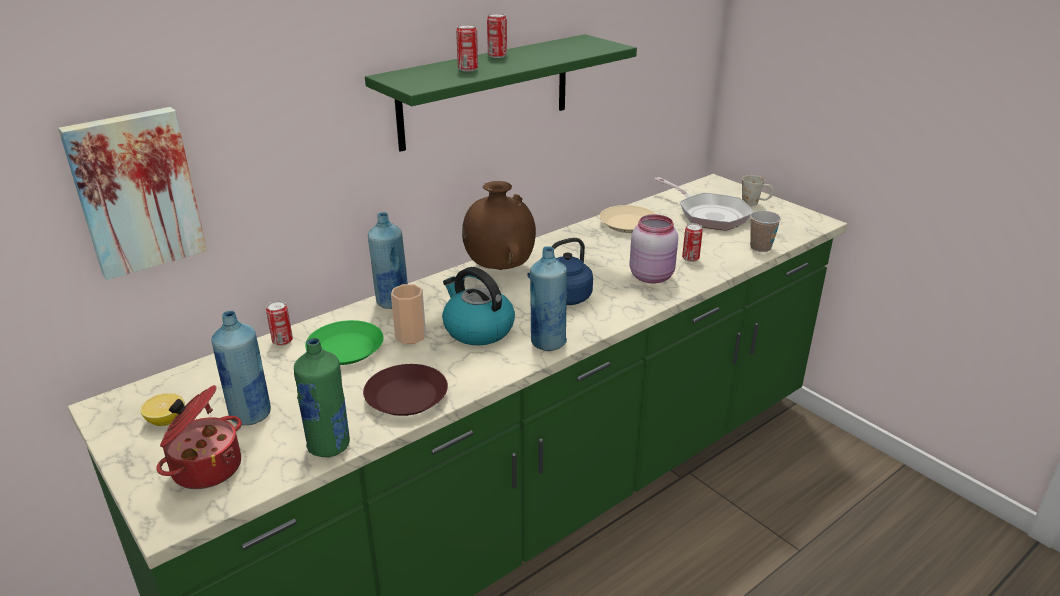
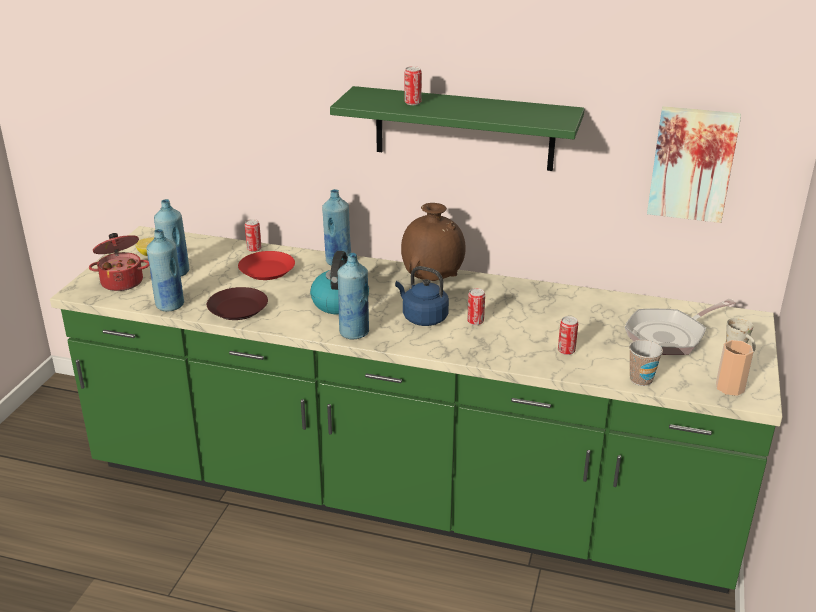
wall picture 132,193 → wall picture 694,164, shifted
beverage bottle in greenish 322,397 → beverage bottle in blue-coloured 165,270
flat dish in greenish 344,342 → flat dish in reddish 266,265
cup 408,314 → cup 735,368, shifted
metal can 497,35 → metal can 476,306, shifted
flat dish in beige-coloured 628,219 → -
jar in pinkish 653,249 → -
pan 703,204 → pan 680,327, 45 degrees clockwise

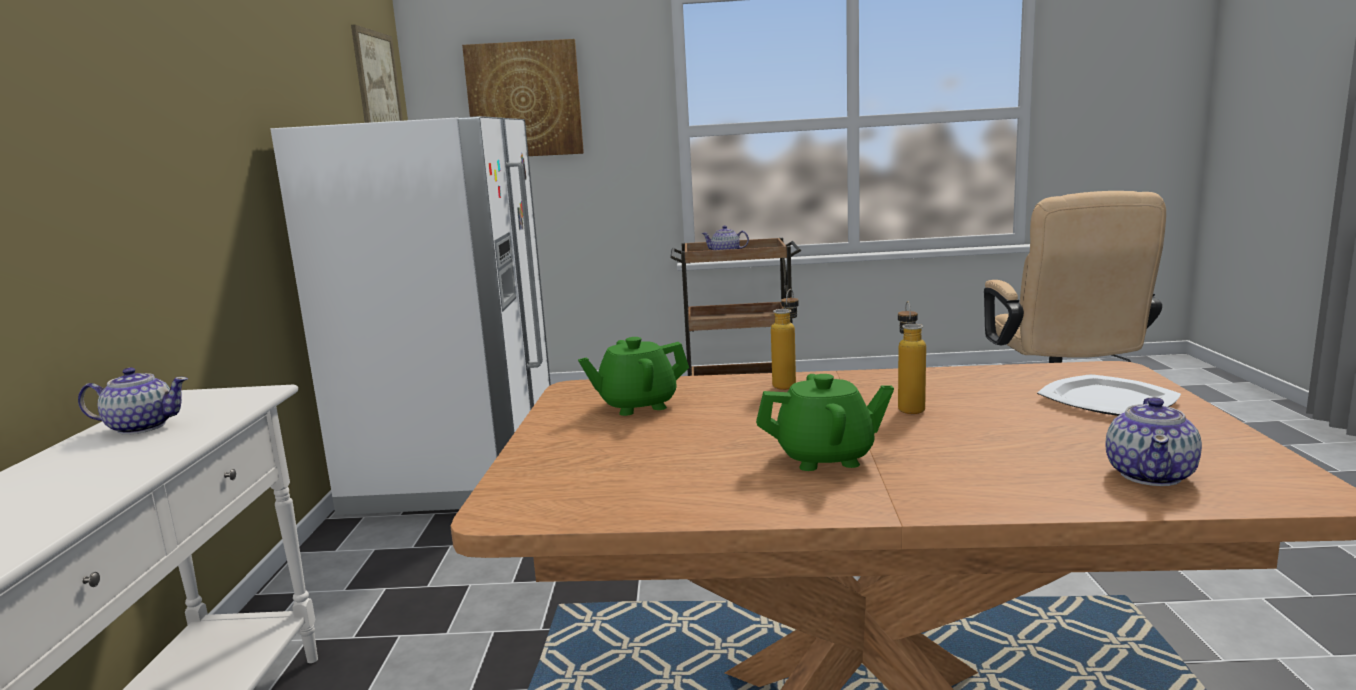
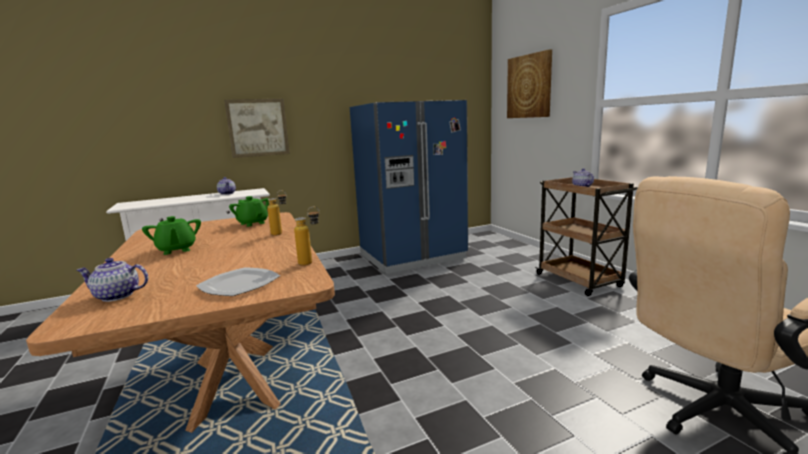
fridge in white 411,315 → fridge in blue-coloured 409,187
wall picture 377,74 → wall picture 257,128, shifted
beverage bottle 912,357 → beverage bottle 307,236, shifted

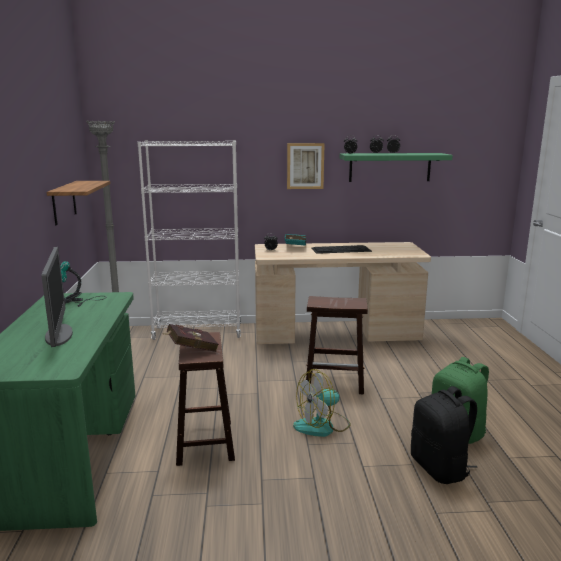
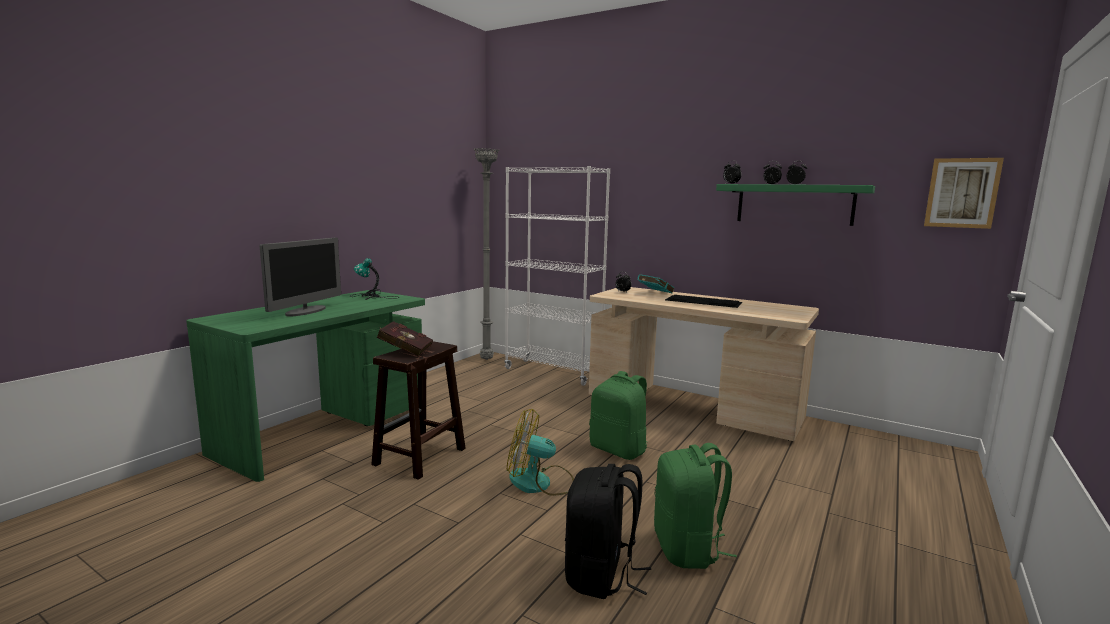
bracket shelf 79,203 → -
wall picture 306,166 → wall picture 964,193, shifted
stool seat in brownish 337,345 → backpack in greenish 618,415

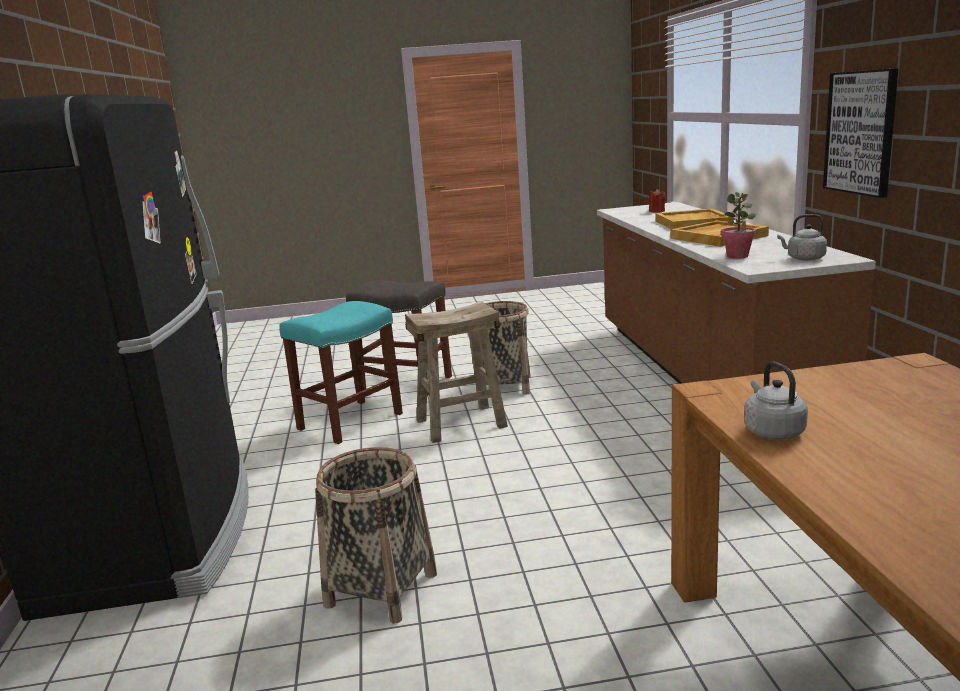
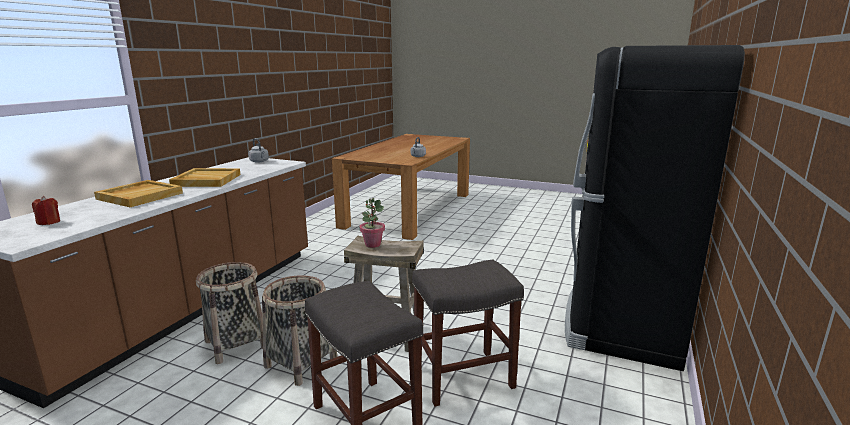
stool seat in blue-green 341,372 → stool seat in grey 468,333
basket 376,535 → basket 229,313, shifted
potted plant 738,225 → potted plant 372,223, shifted
wall picture 860,133 → -

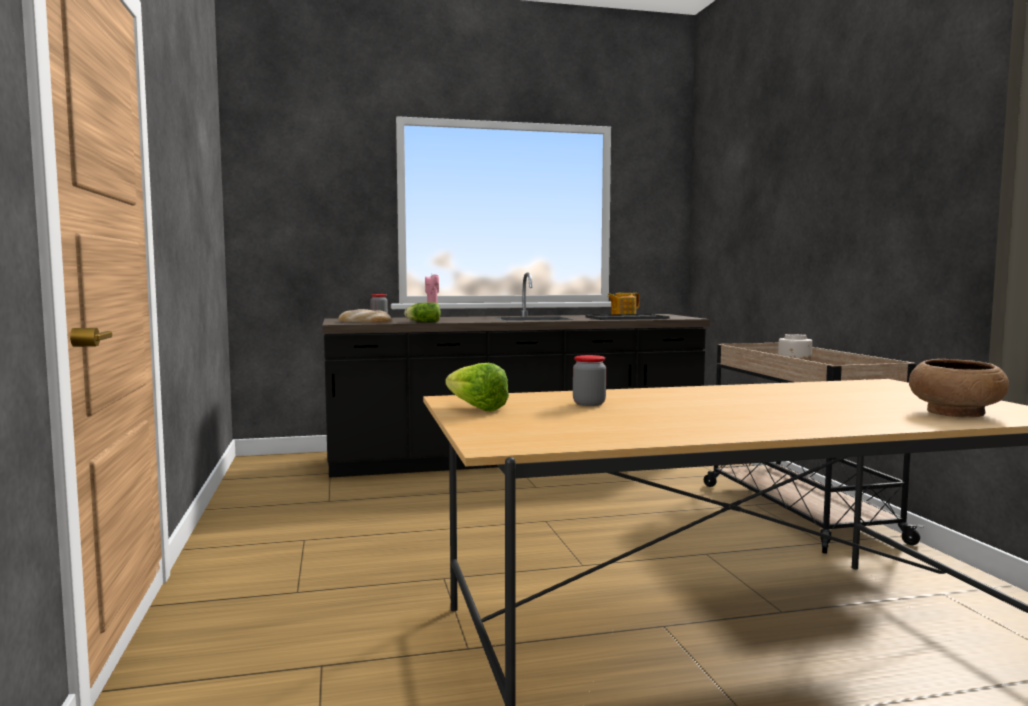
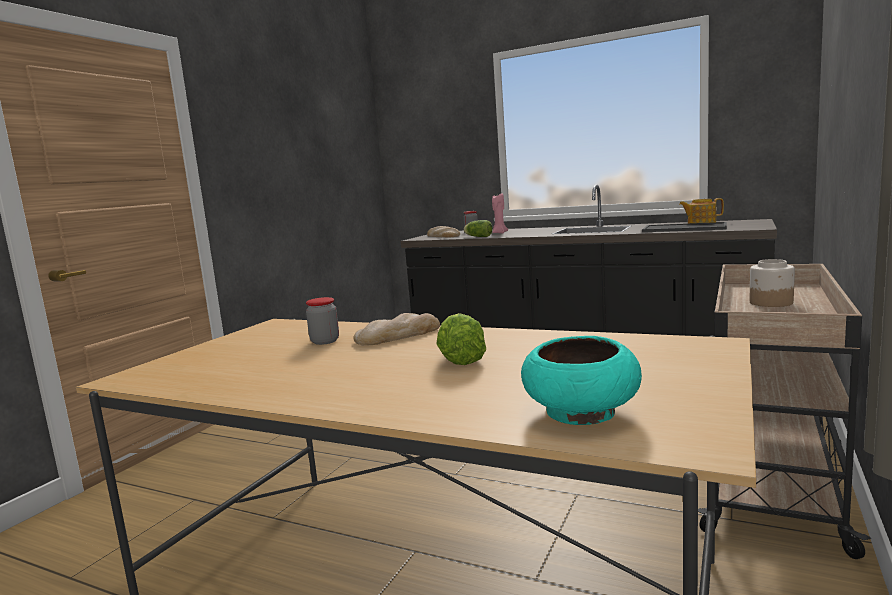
lettuce 477,387 → lettuce 461,339, shifted
deep dish in brownish 959,388 → deep dish in blue-green 581,380
- → bread 396,329

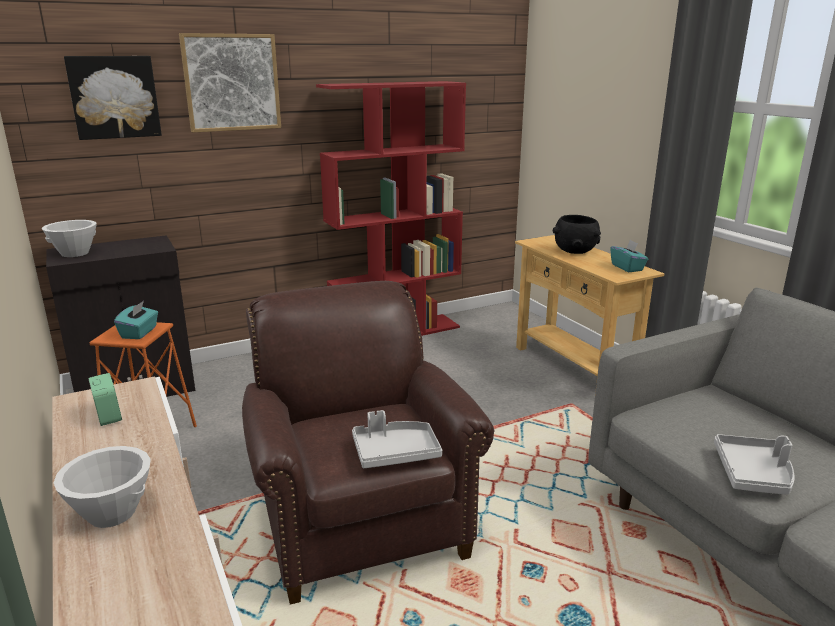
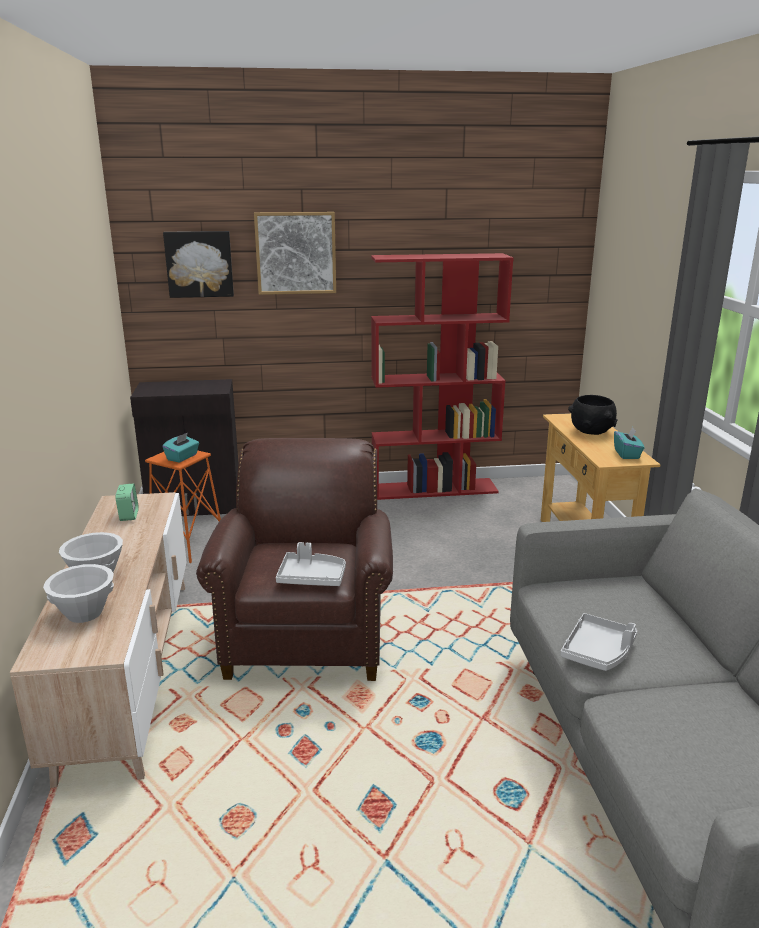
deep dish in white 69,238 → deep dish in white 78,593, shifted

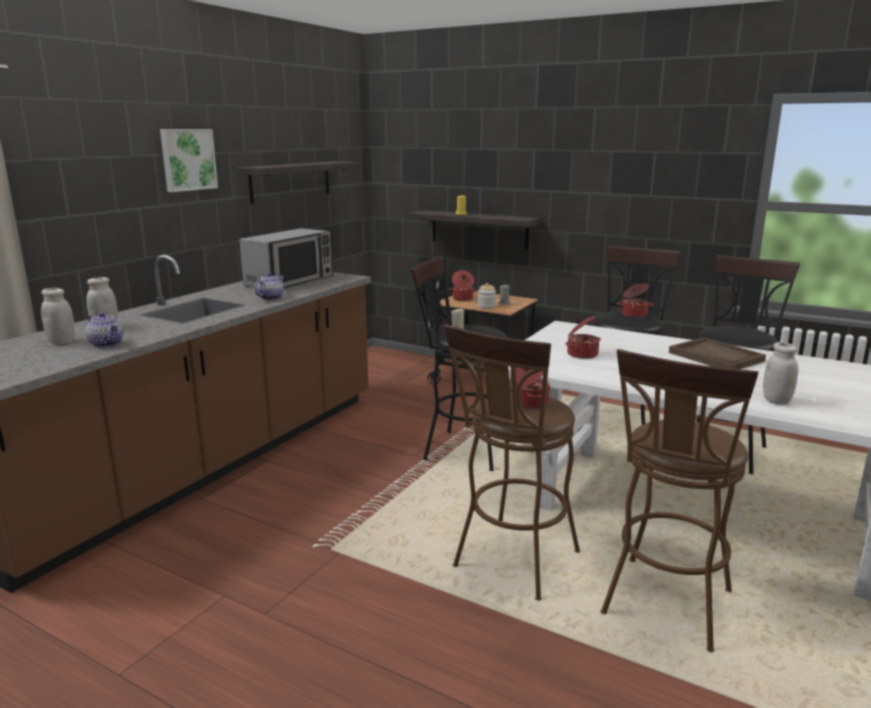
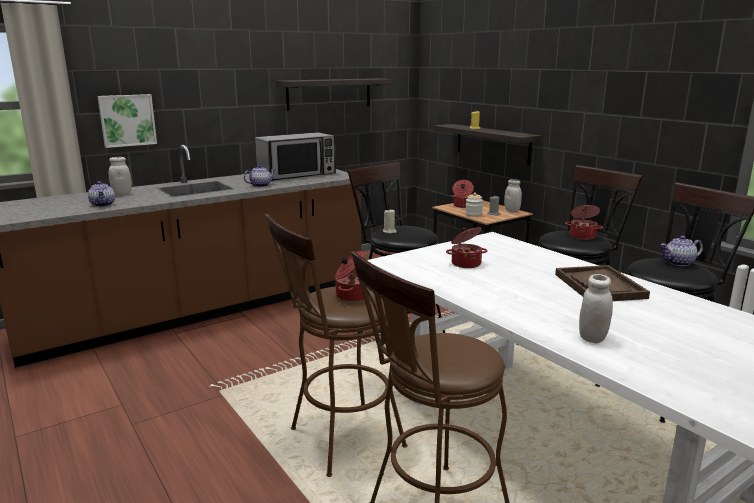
jar in white 58,316 → jar in white 513,195, shifted
wall picture 189,160 → wall picture 127,121, shifted
- → teapot 681,251

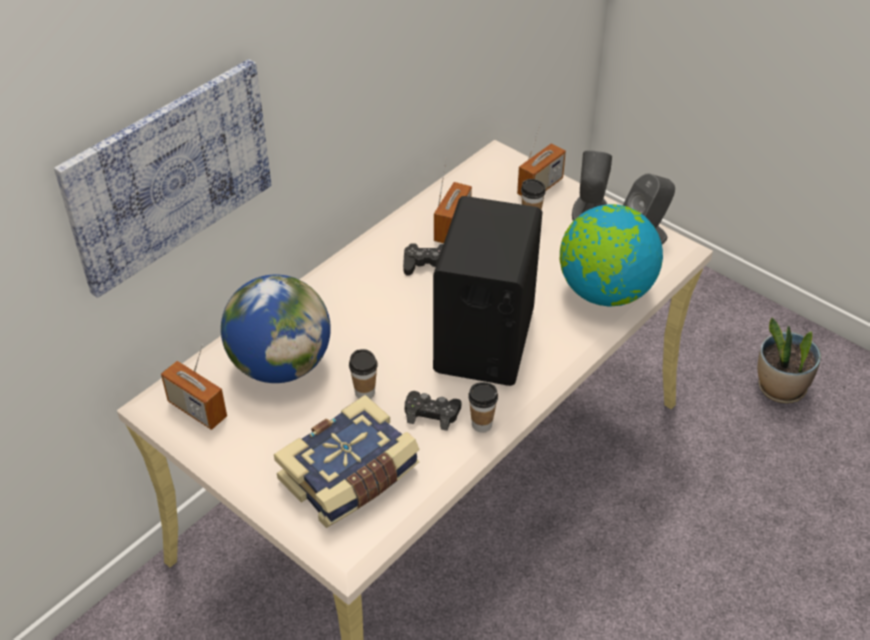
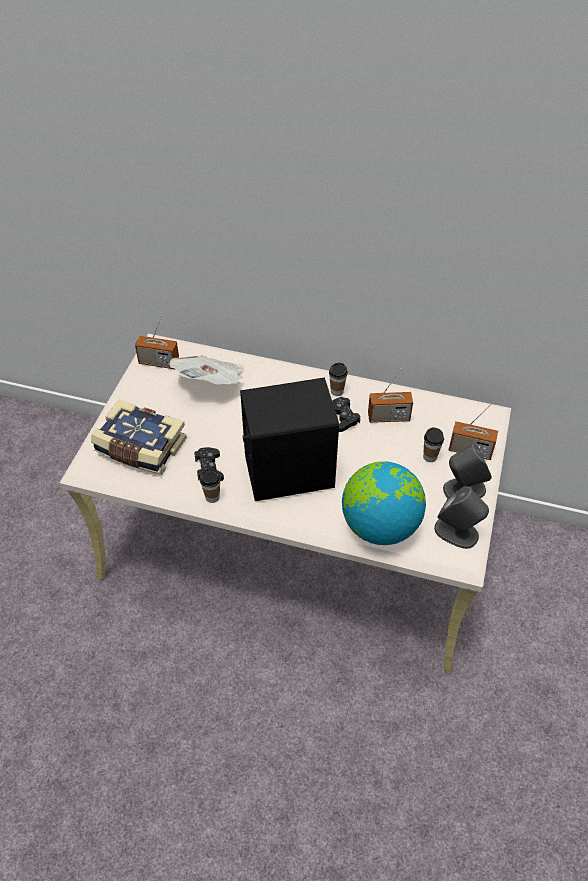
wall picture 162,178 → -
radio set 194,387 → radio set 157,342, 90 degrees counterclockwise
globe 276,328 → newspaper 206,370
cup 363,374 → cup 338,379, shifted
potted plant 789,360 → -

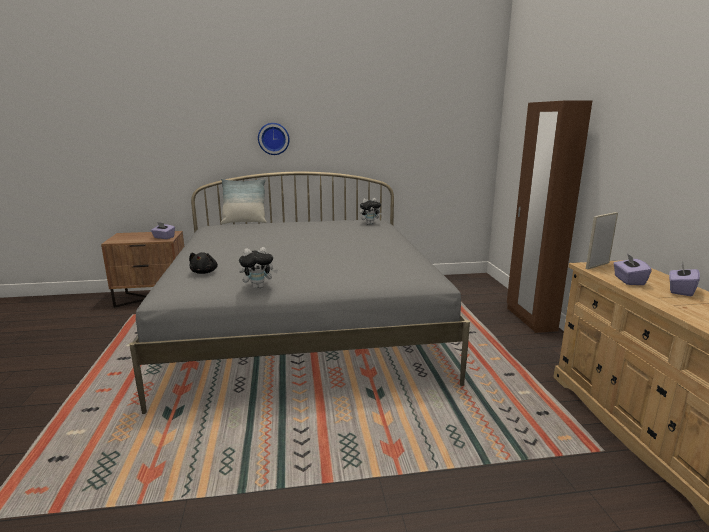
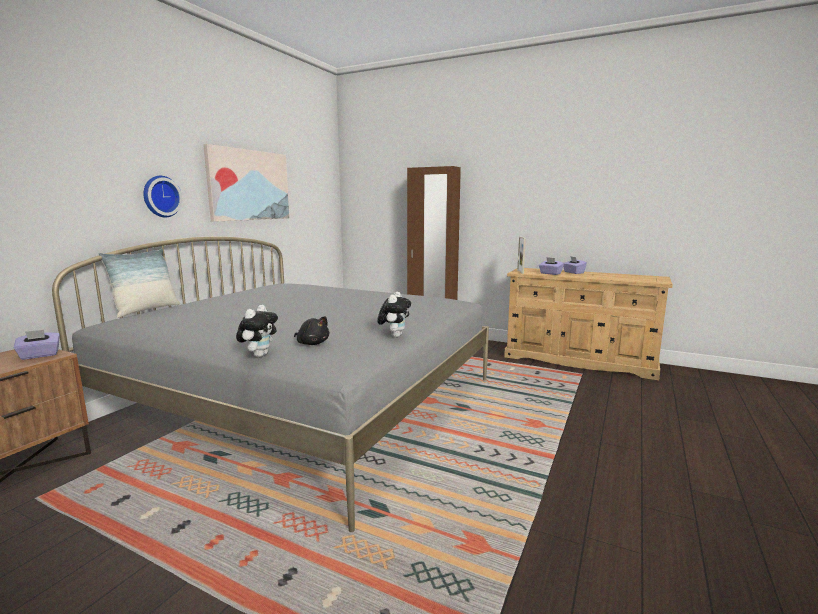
soft toy 371,211 → soft toy 257,331, shifted
- → wall picture 246,183

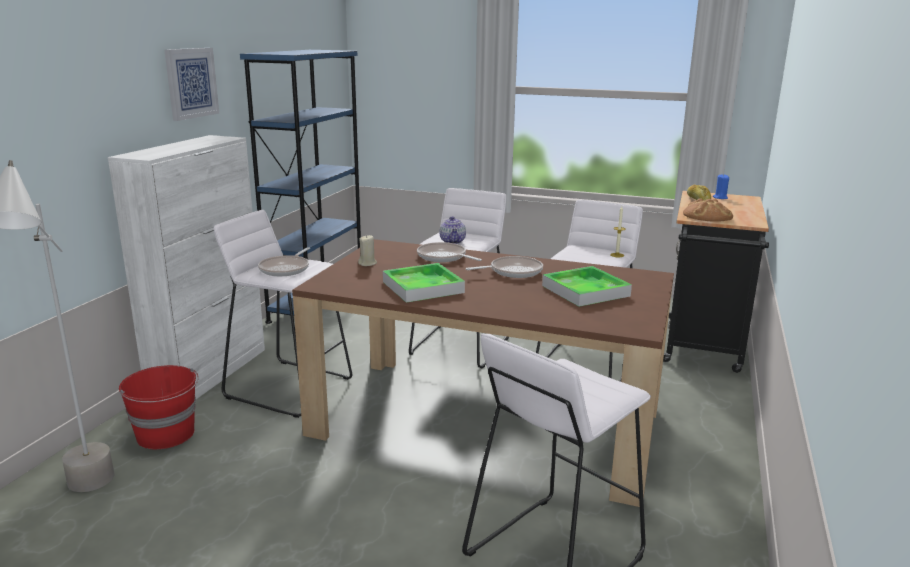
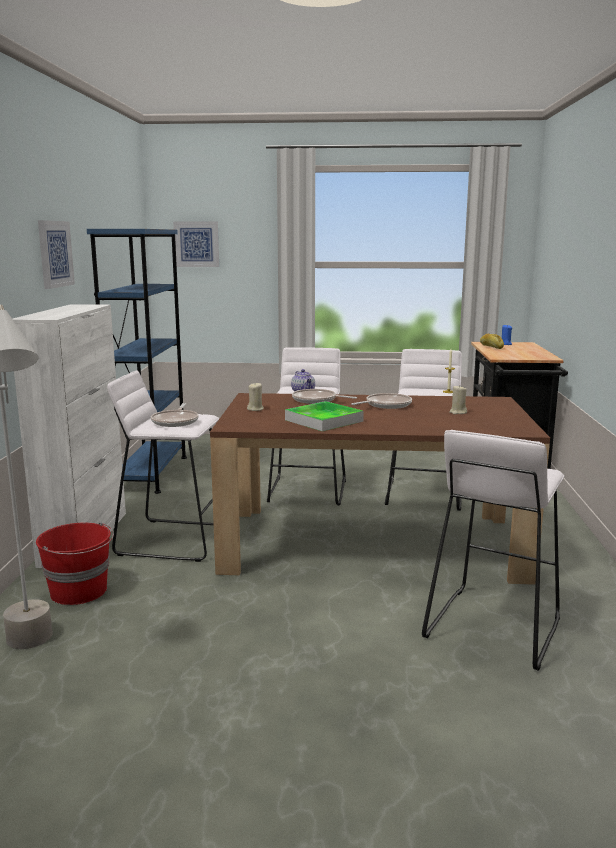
tray 587,286 → candle in beige-coloured 458,400
bread 708,210 → -
- → wall picture 196,244

